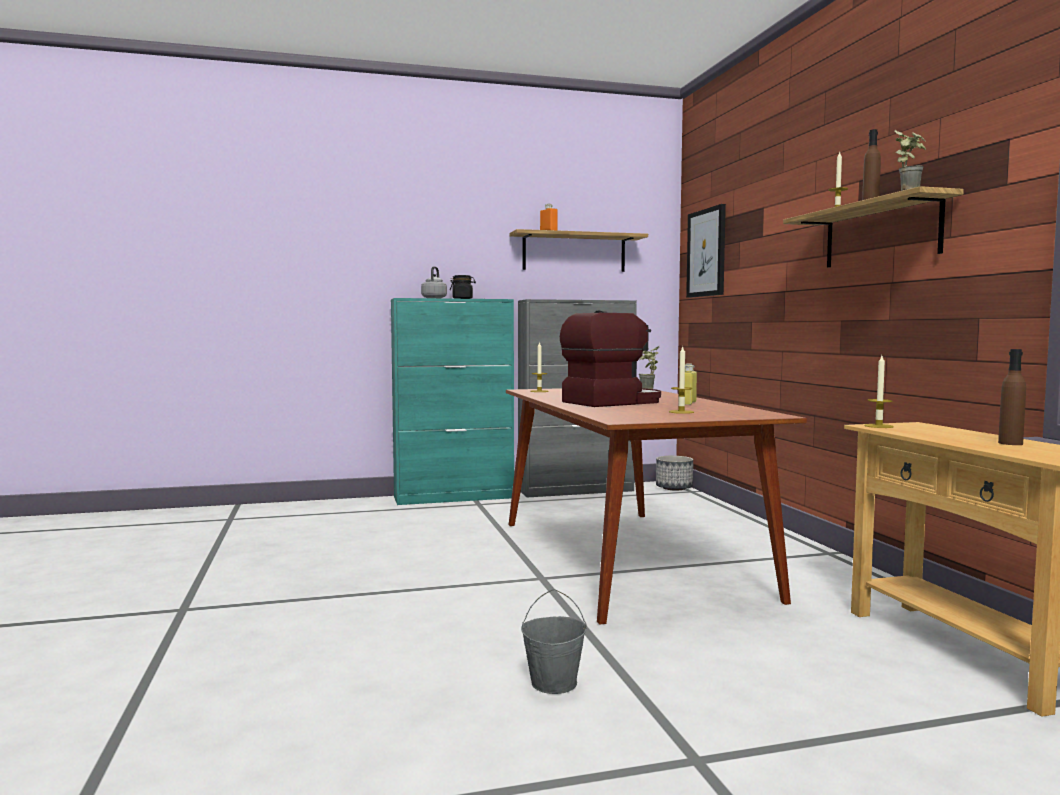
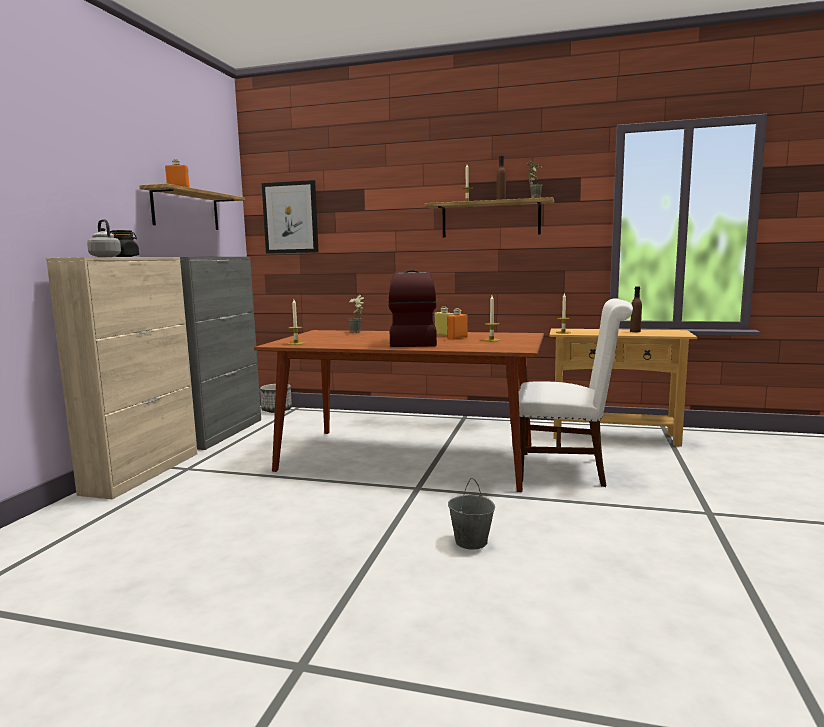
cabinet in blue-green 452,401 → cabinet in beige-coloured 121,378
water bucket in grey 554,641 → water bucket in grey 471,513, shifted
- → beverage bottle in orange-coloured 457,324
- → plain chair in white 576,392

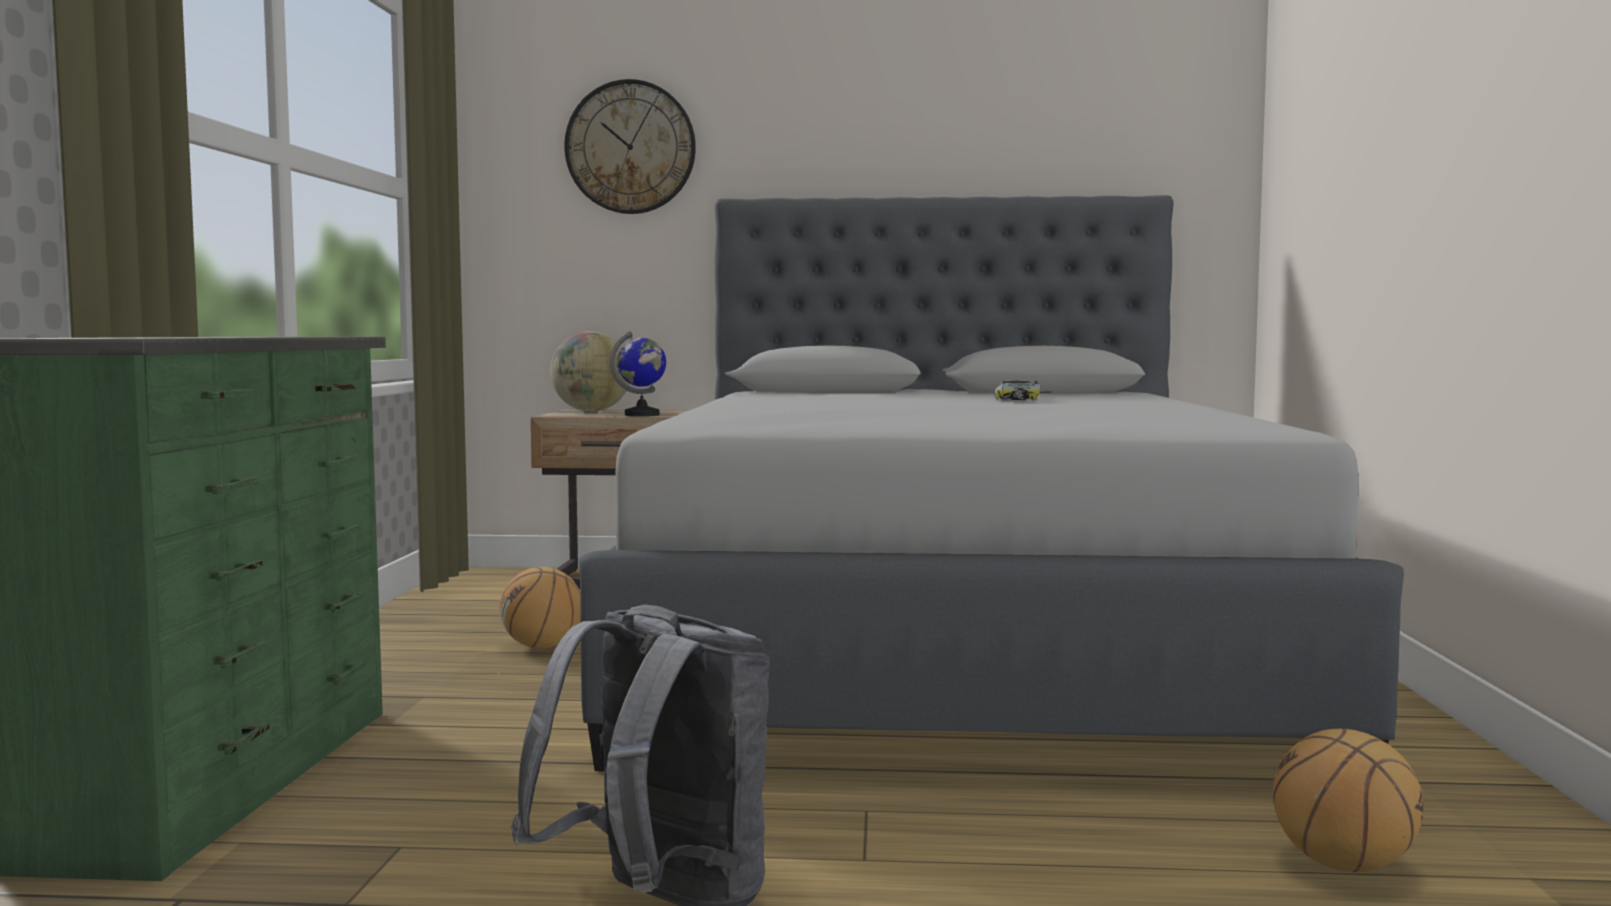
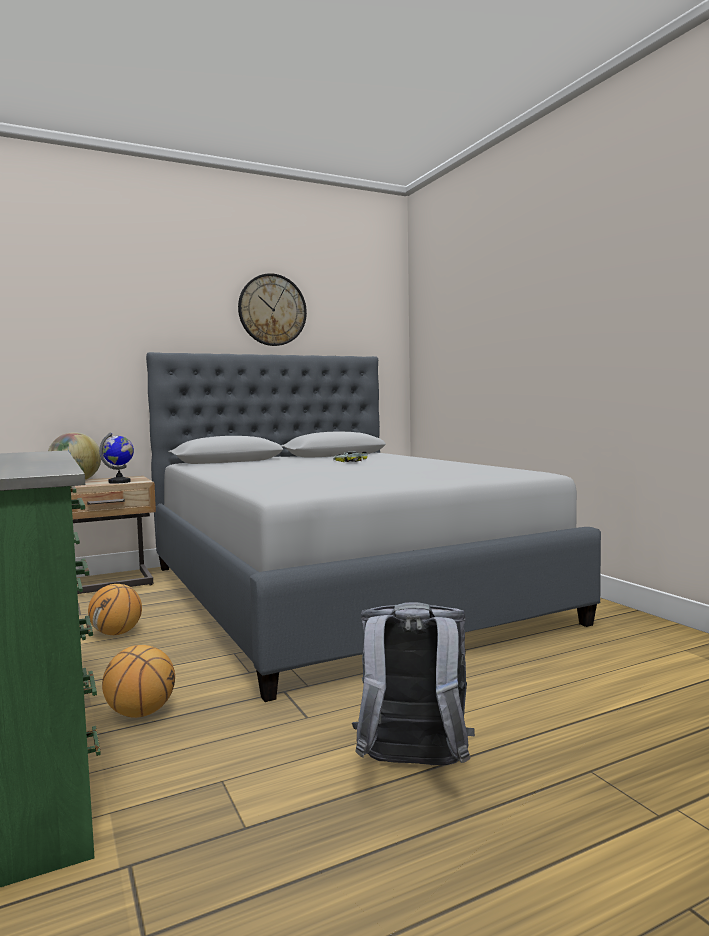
wall clock 630,146 → wall clock 272,309, shifted
ball for basketball 1348,800 → ball for basketball 138,681, shifted

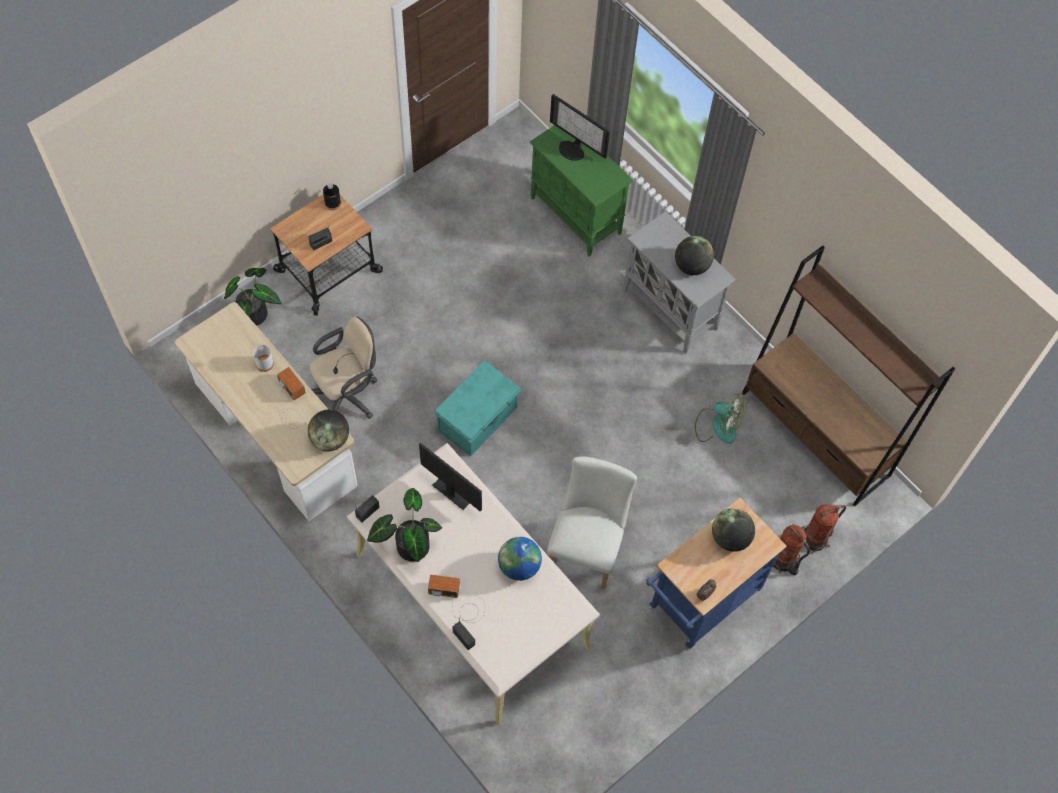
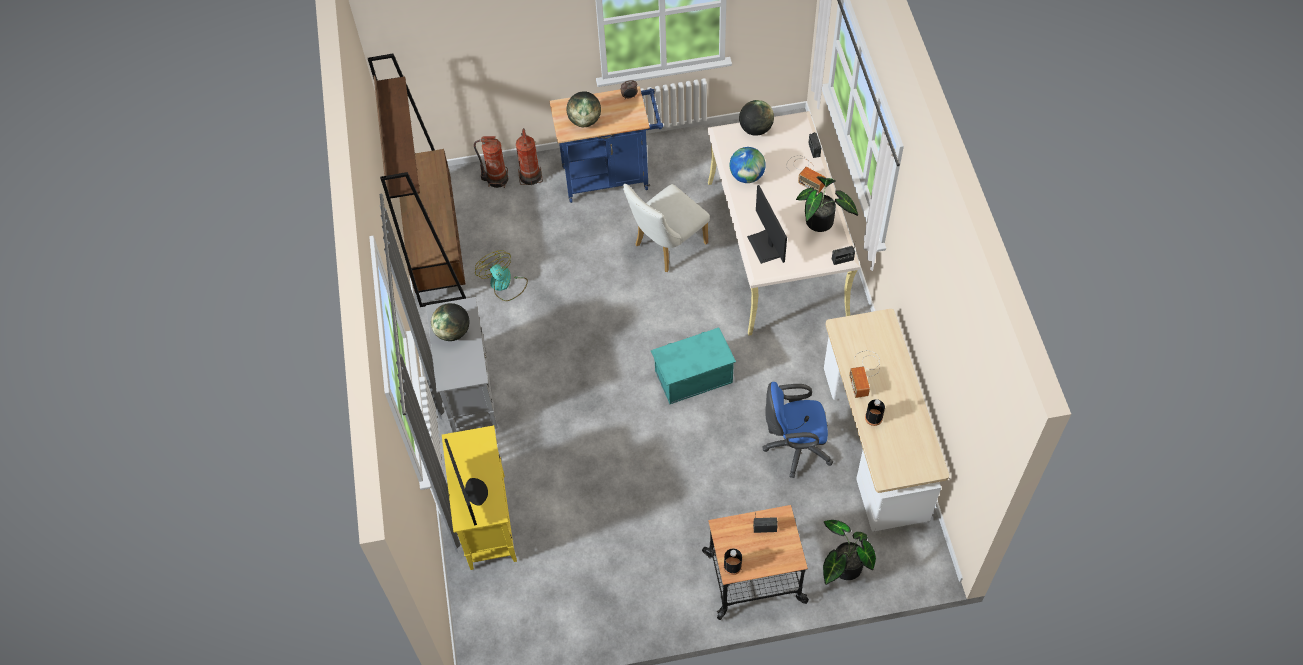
beverage bottle in white 263,358 → beverage bottle in black-coloured 875,412
globe 328,430 → globe 756,118, shifted
computer chair in beige-coloured 344,368 → computer chair in blue-coloured 798,430
cabinet in greenish 581,191 → cabinet in yellow 479,497

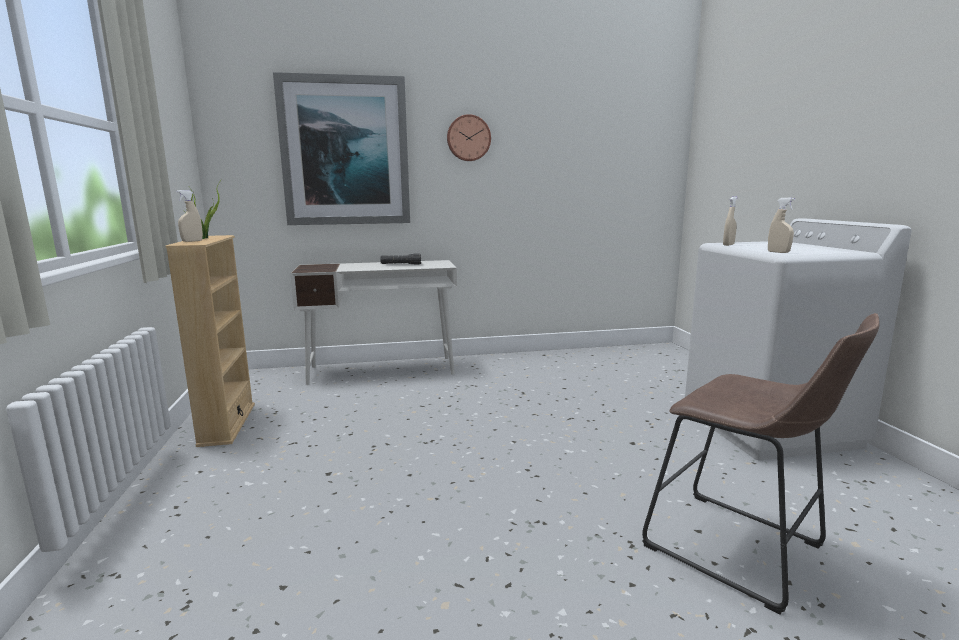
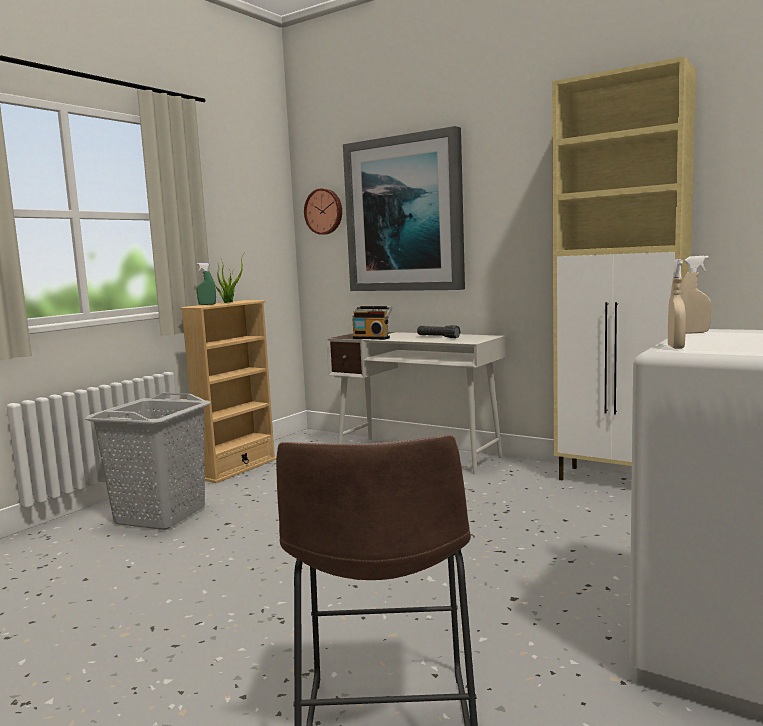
spray bottle in beige-coloured 189,216 → spray bottle in greenish 206,284
wall clock 469,137 → wall clock 323,211, shifted
- → washing basket in grey 148,461
- → radio set 372,323
- → cabinet in beige-coloured 624,268

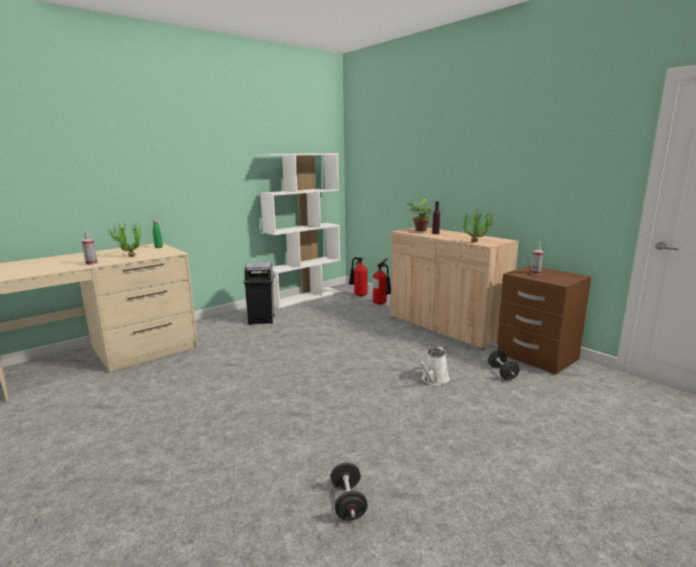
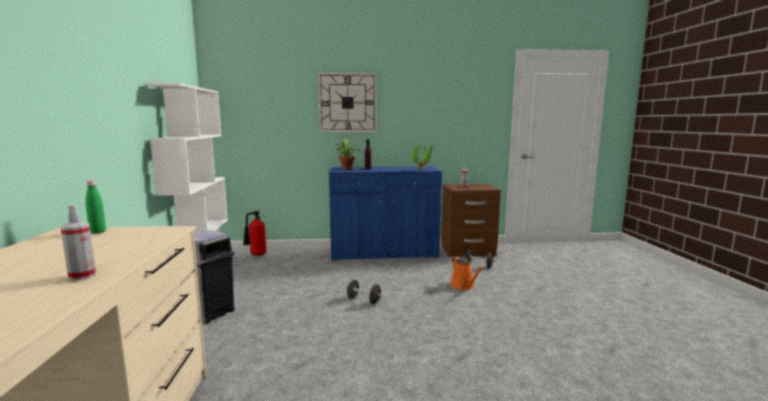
potted plant 124,239 → -
dumbbell in black-coloured 349,491 → dumbbell in black-coloured 364,292, shifted
extinguisher 382,281 → -
cabinet in beige-coloured 455,289 → cabinet in blue-coloured 385,213
watering can in white 434,365 → watering can in orange-coloured 467,273
- → wall clock 347,102

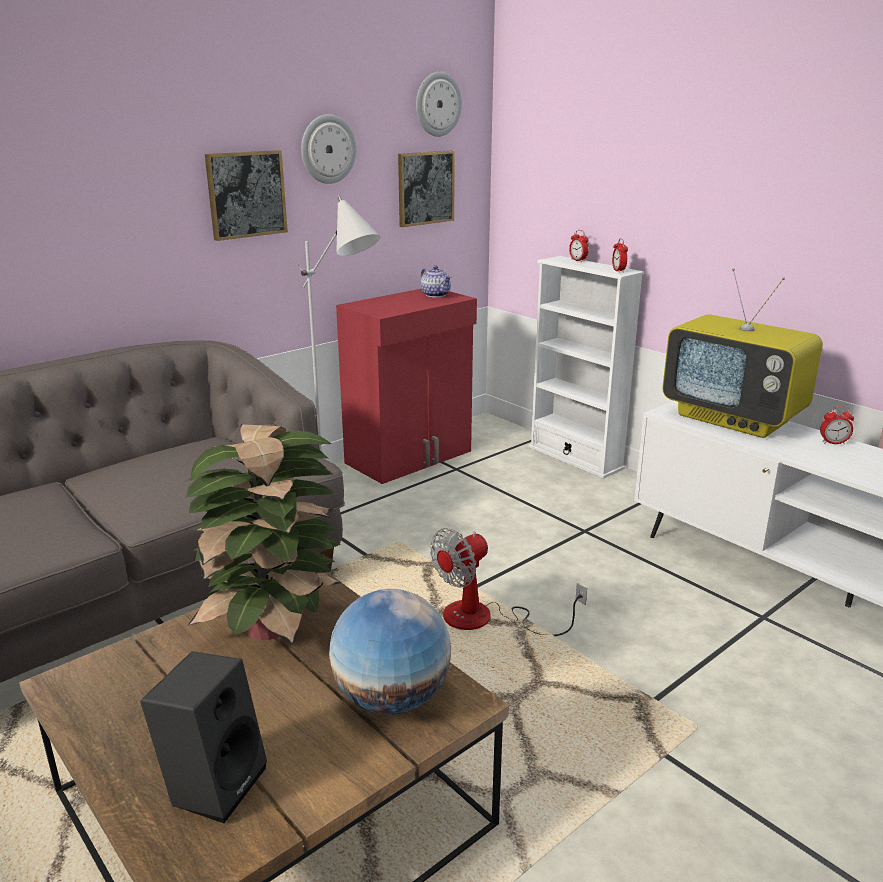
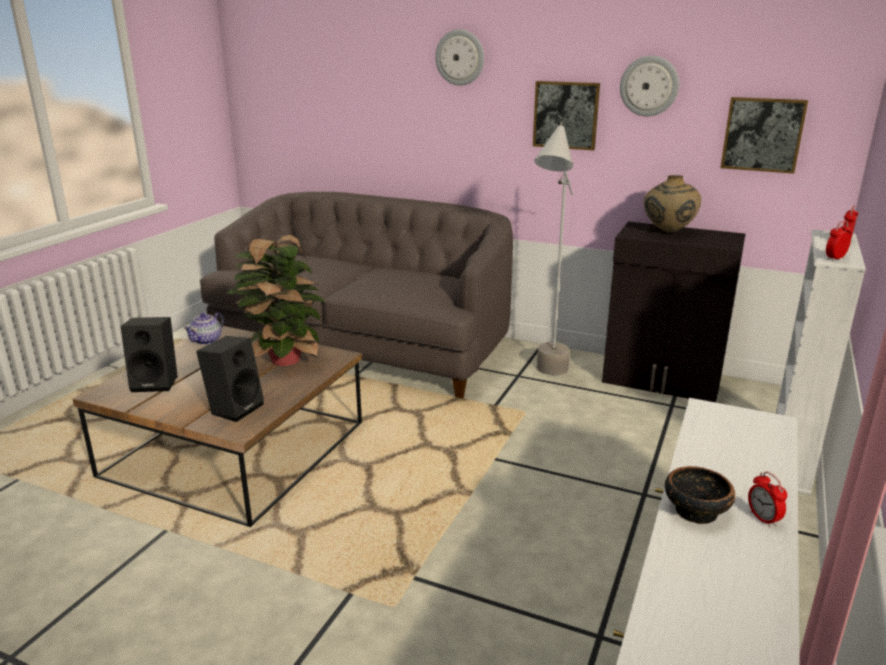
globe 390,652 → audio speaker in black-coloured 230,379
cabinet in reddish 406,386 → cabinet in black-coloured 673,312
wall clock 439,104 → wall clock 459,57, shifted
teapot 435,282 → teapot 203,328, shifted
electric fan 508,582 → -
TV set 742,353 → -
- → decorative vase in beige-coloured 672,204
- → deep dish 700,495

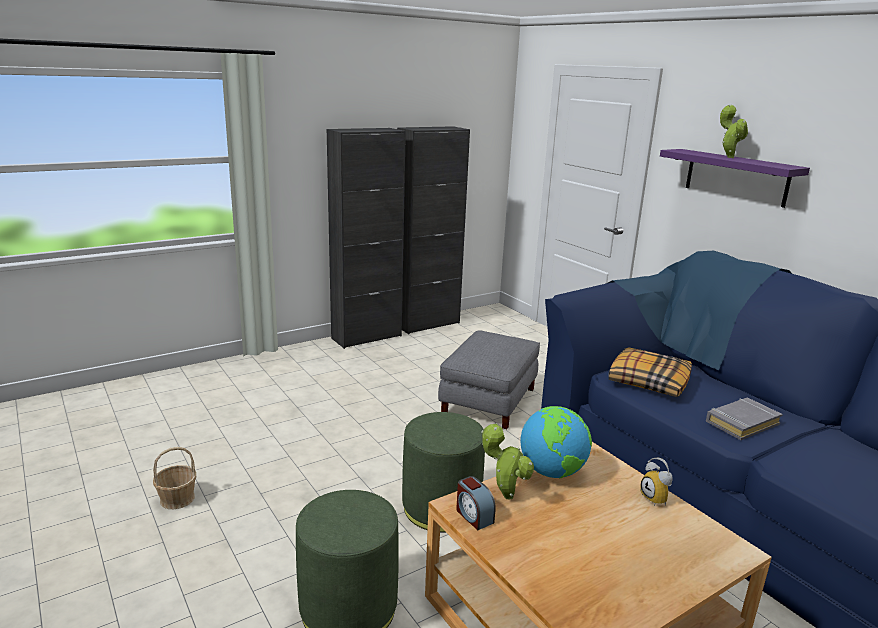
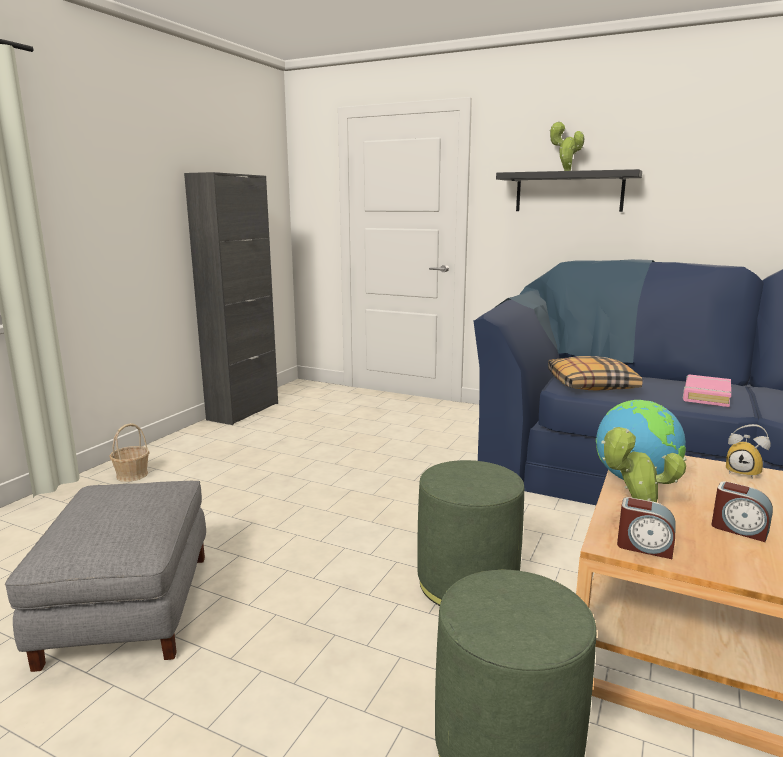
basket 174,478 → basket 129,452, shifted
cabinet in black-coloured 366,238 → -
pouffe in grey 489,379 → pouffe in grey 105,576, shifted
bracket shelf in purplish 735,178 → bracket shelf in black-coloured 569,190
bound book in grey 744,419 → bound book in pinkish 707,391
- → bedside clock 742,511

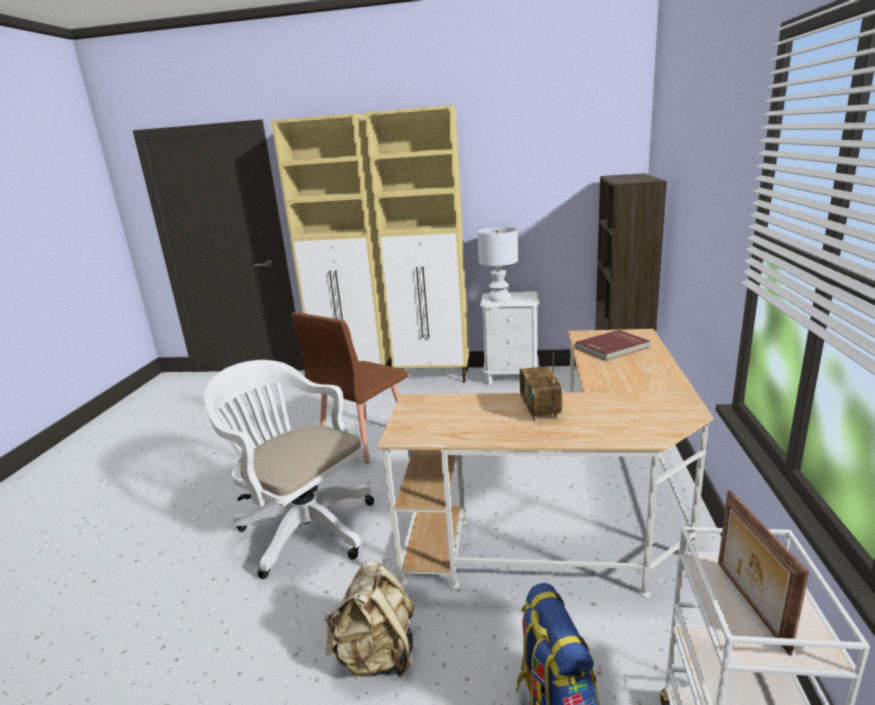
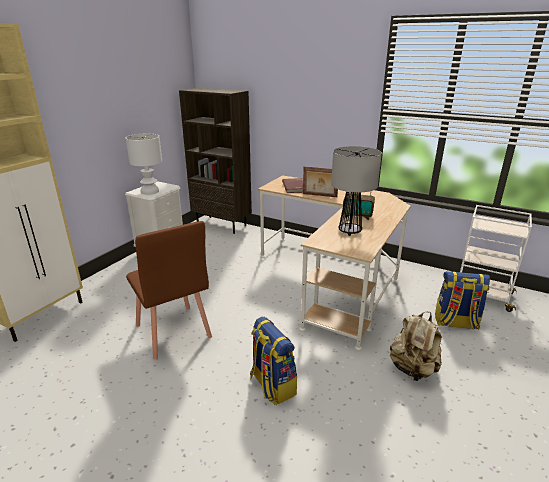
computer chair in white 289,469 → backpack 273,361
cabinet in beige-coloured 416,244 → -
picture frame 763,573 → picture frame 320,182, shifted
- → table lamp 356,191

